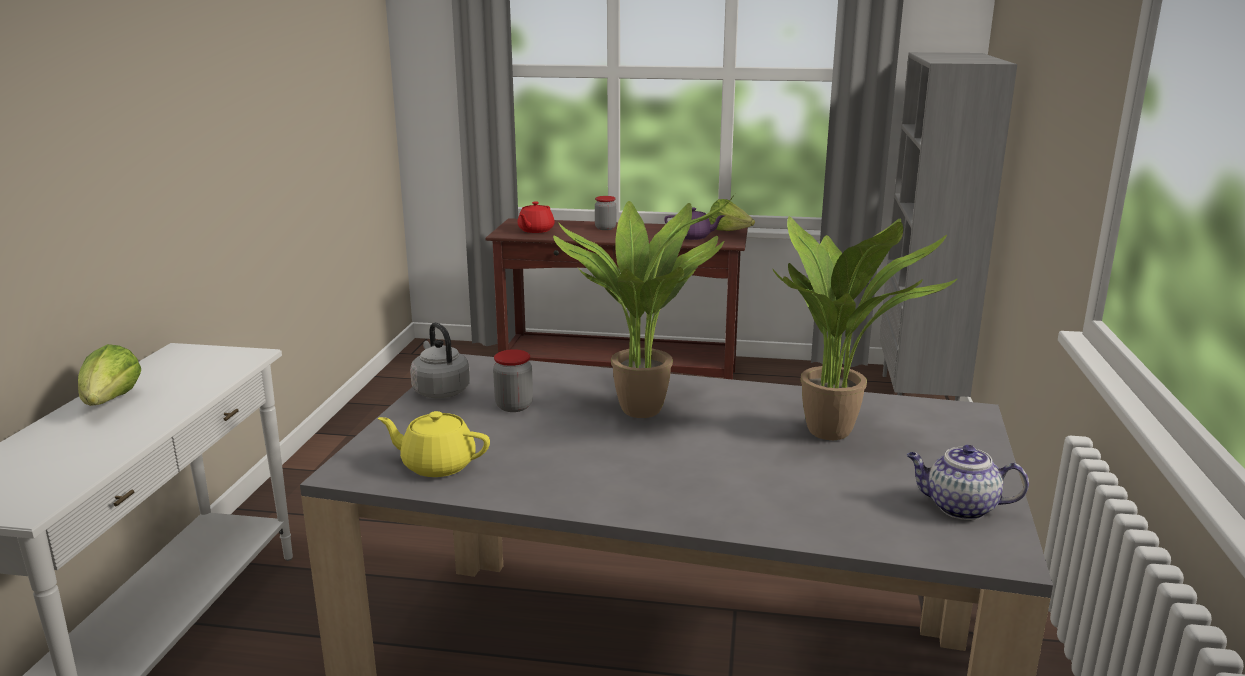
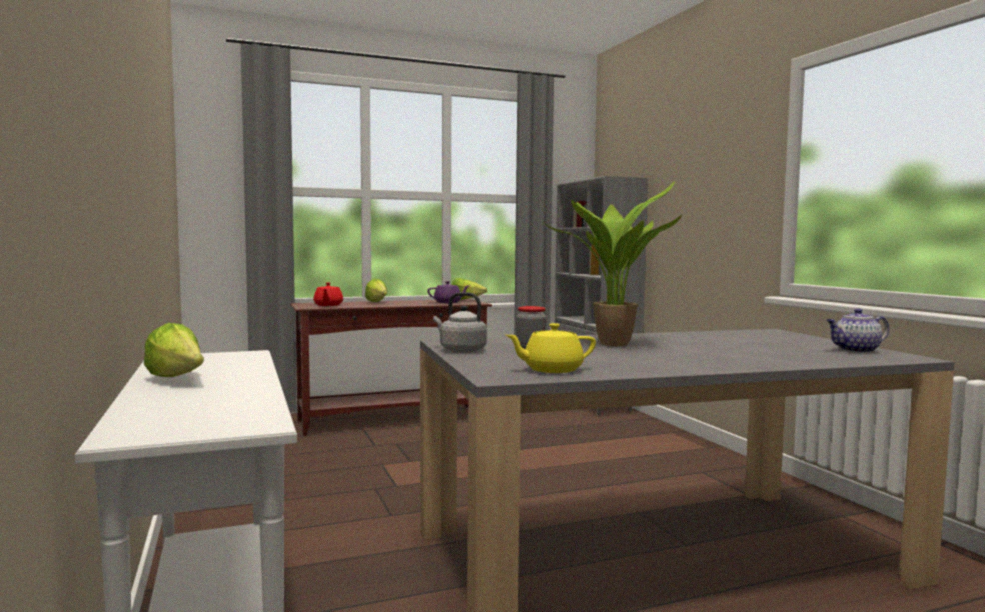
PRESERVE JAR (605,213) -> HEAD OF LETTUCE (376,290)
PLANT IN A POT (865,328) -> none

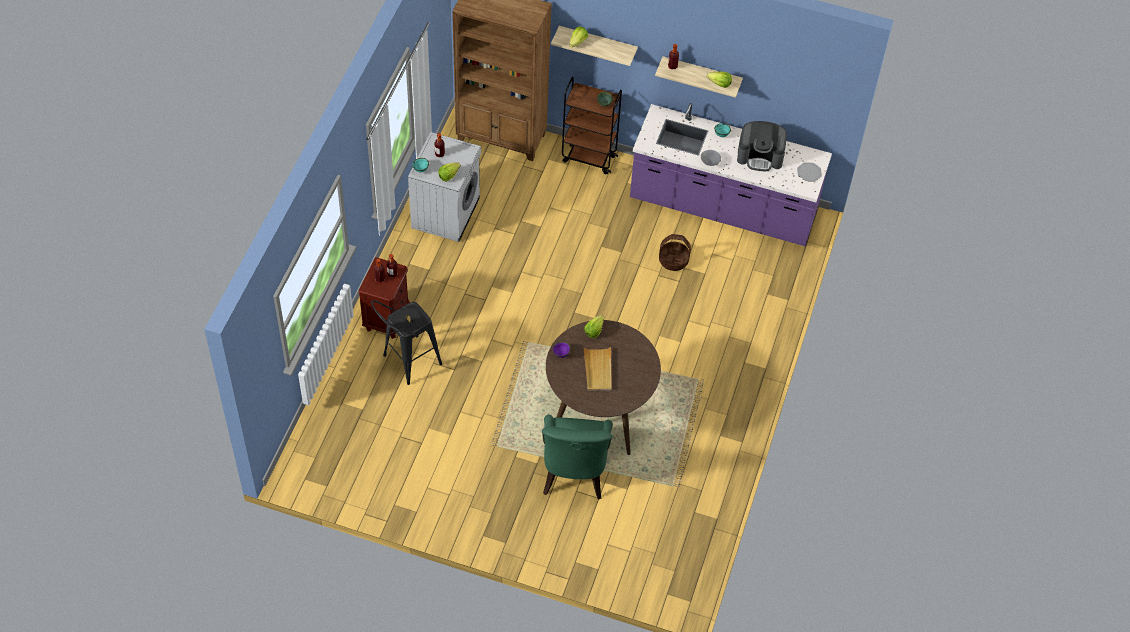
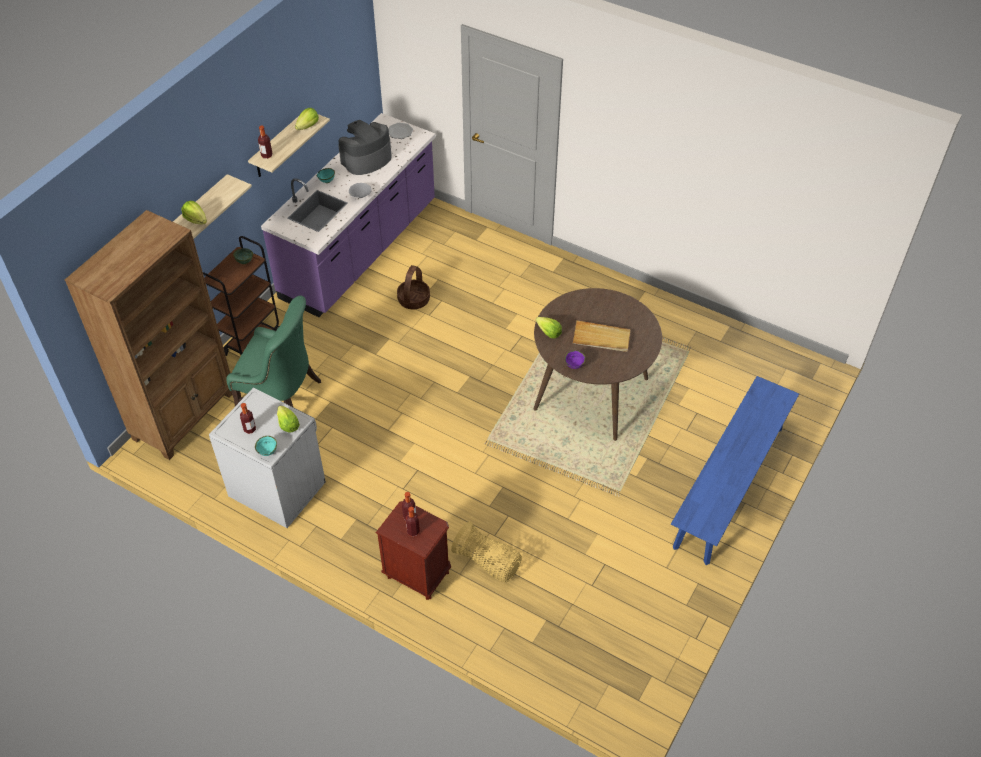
GREEN-COLOURED CHAIR (577,457) -> GREEN-COLOURED CHAIR (273,352), moved
COFFEE BREWER (762,146) -> COFFEE BREWER (365,147), 150 degrees counterclockwise
BLACK-COLOURED STOOL SEAT (406,342) -> HOUSEHOLD BASKET (486,552)
none -> BLUE-COLOURED INDOOR BENCH (735,470)

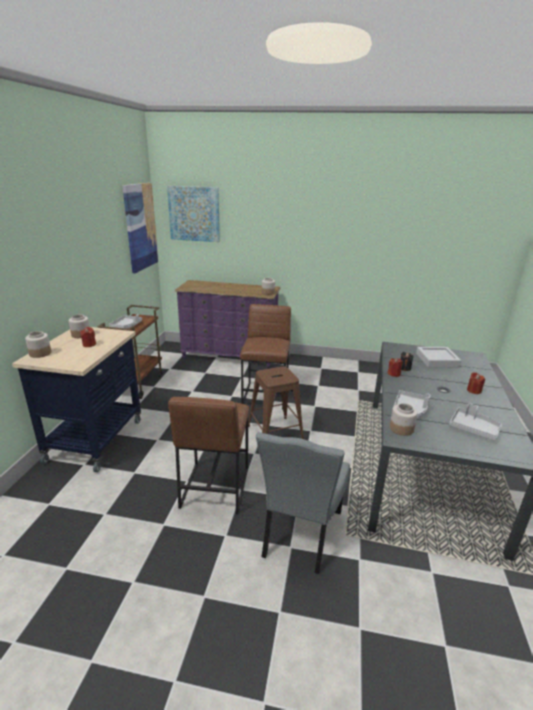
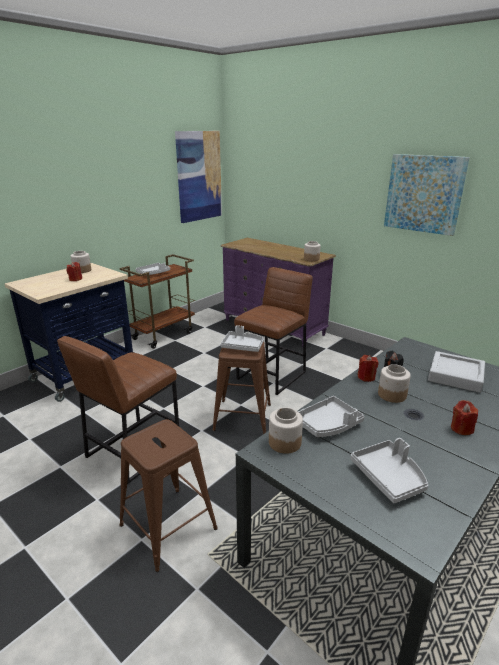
GREYISH CHAIR (303,503) -> BROWN-COLOURED STOOL SEAT (168,495)
none -> GREYISH CARRYING TRAY (242,338)
PRESERVE JAR (38,344) -> PRESERVE JAR (394,383), moved
WALL PICTURE (193,214) -> WALL PICTURE (427,195), moved

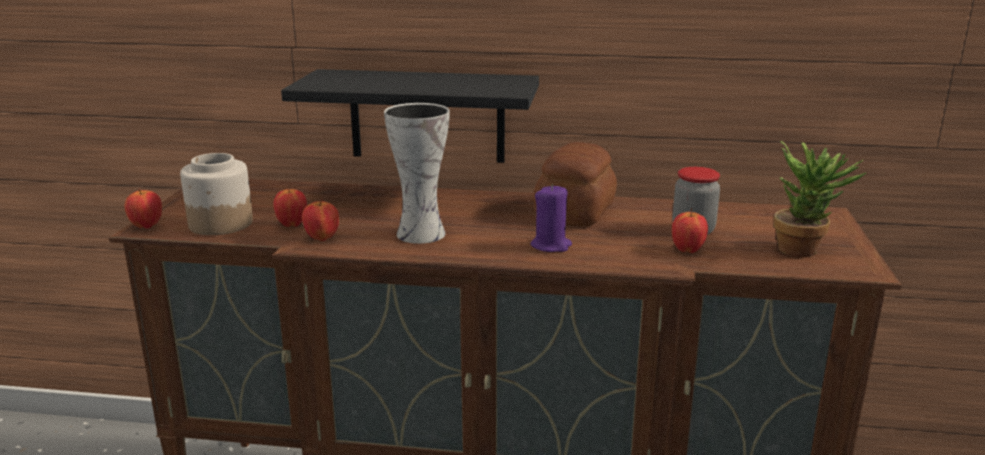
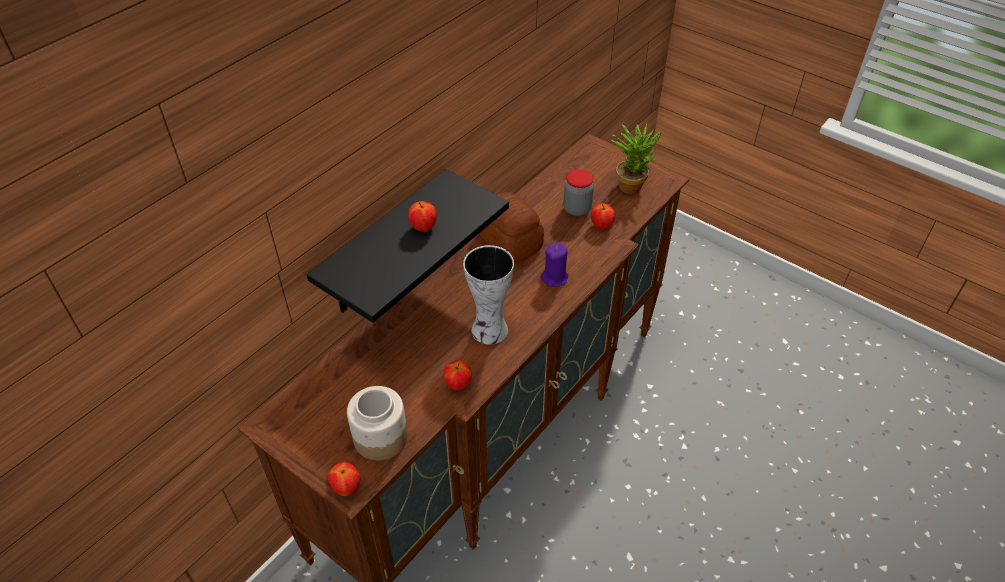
WHOLE APPLE (290,206) -> WHOLE APPLE (422,216), moved

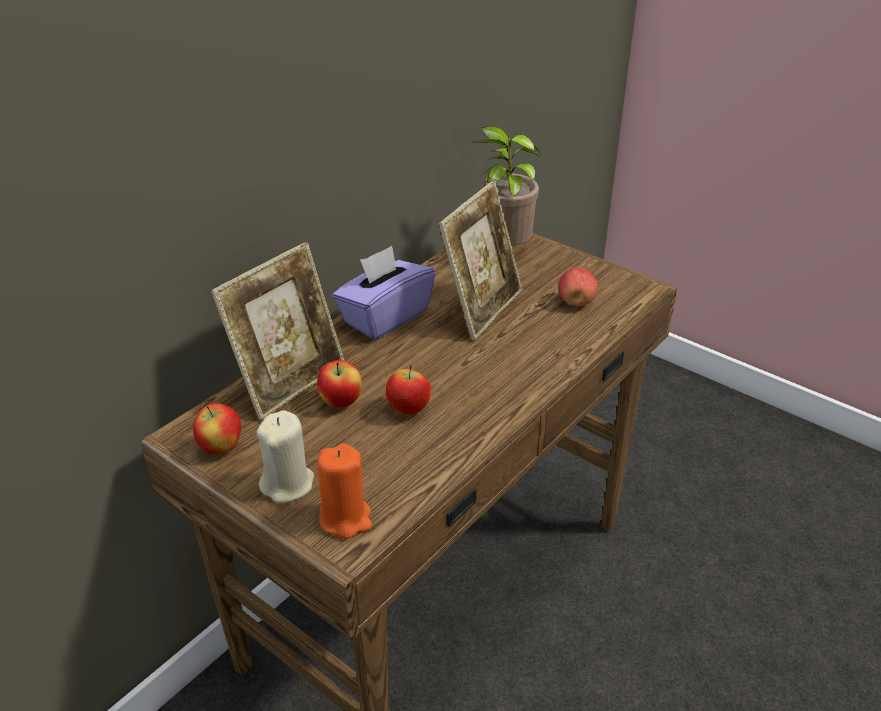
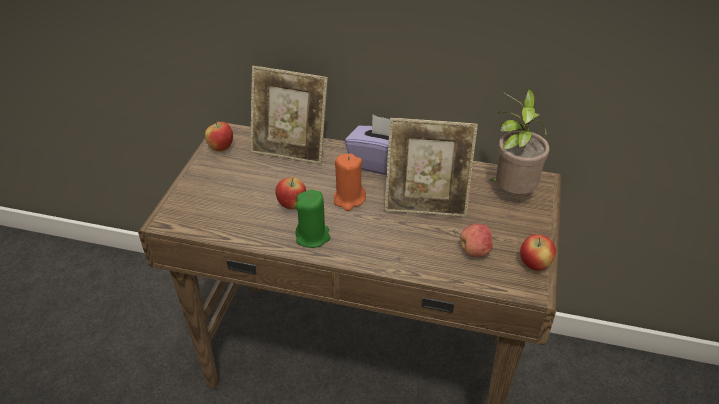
none -> GREEN-COLOURED WAX CANDLE (312,219)
ORANGEY WAX CANDLE (344,491) -> ORANGEY WAX CANDLE (350,182), moved
WHOLE APPLE (339,383) -> WHOLE APPLE (538,252), moved
BEIGE-COLOURED WAX CANDLE (285,456) -> none

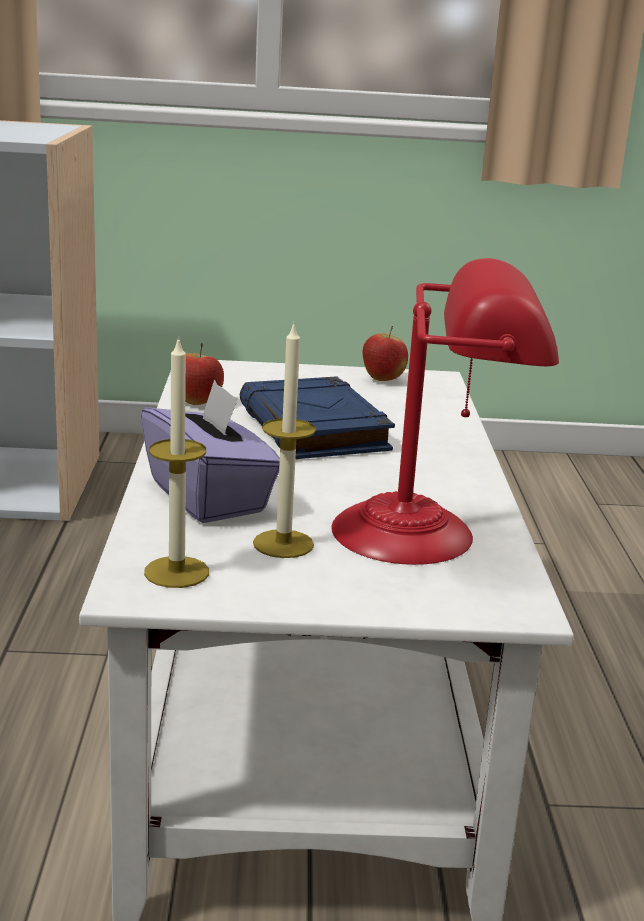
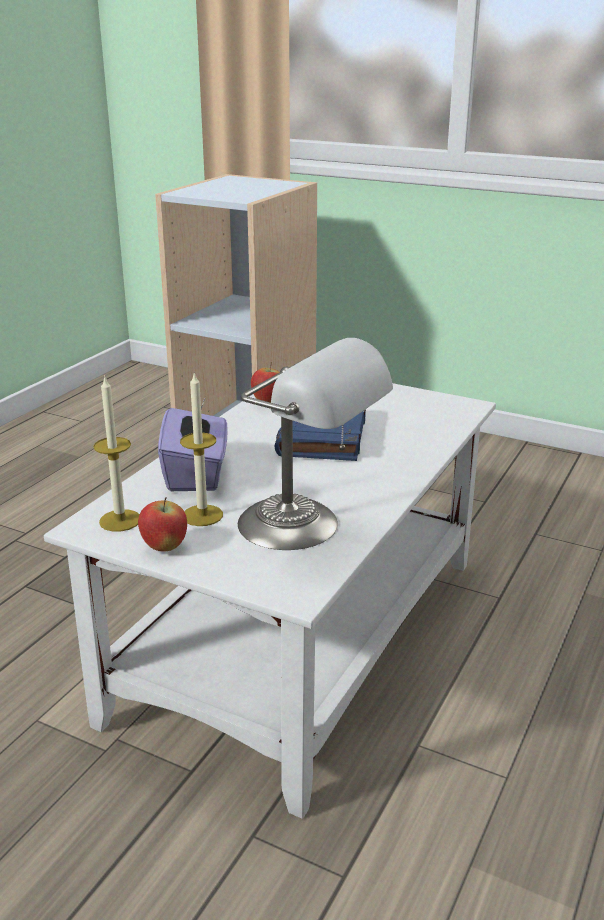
WHOLE APPLE (385,353) -> WHOLE APPLE (162,524), moved
RED-COLOURED LAMP FOR A TABLE (445,411) -> WHITISH LAMP FOR A TABLE (315,444)

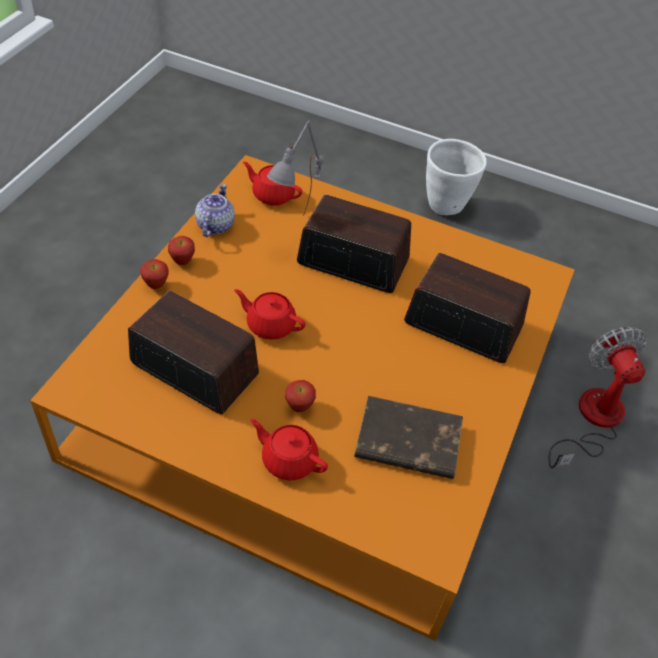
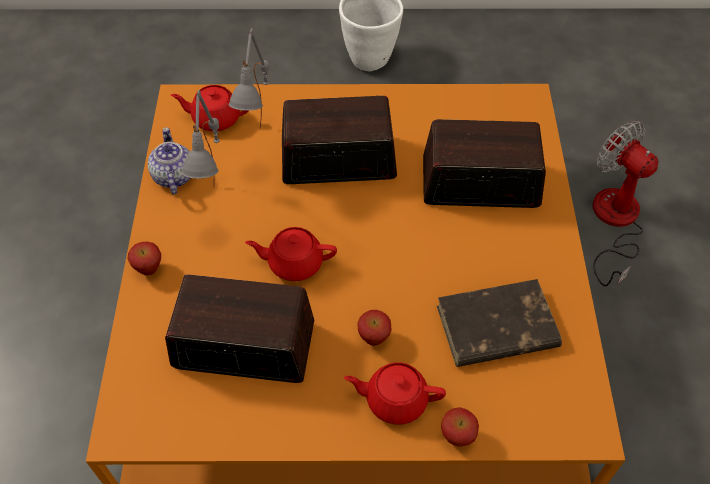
none -> GREYISH LAMP FOR A TABLE (201,134)
WHOLE APPLE (181,250) -> WHOLE APPLE (460,427), moved

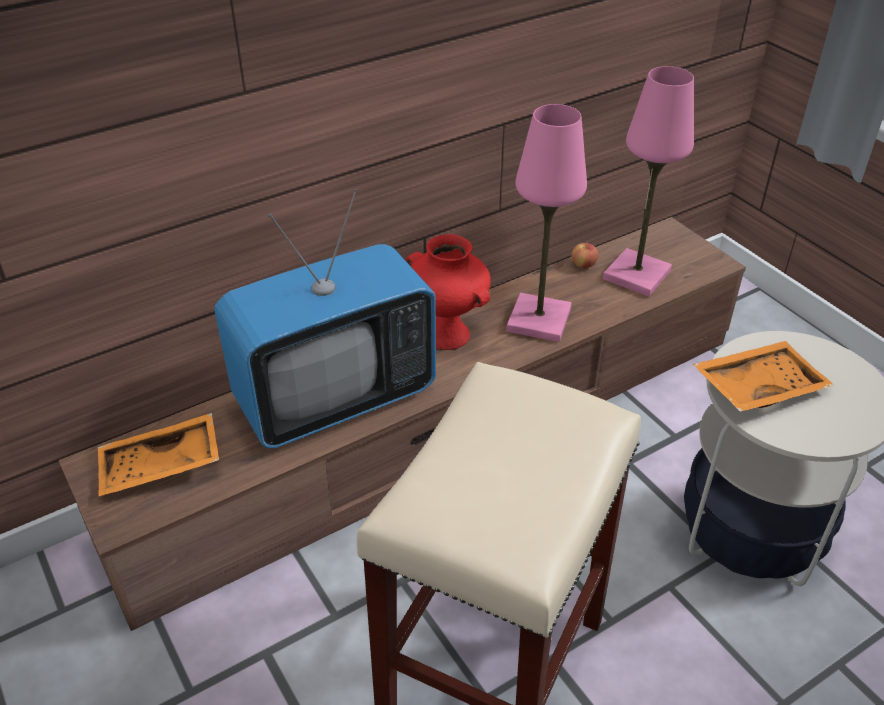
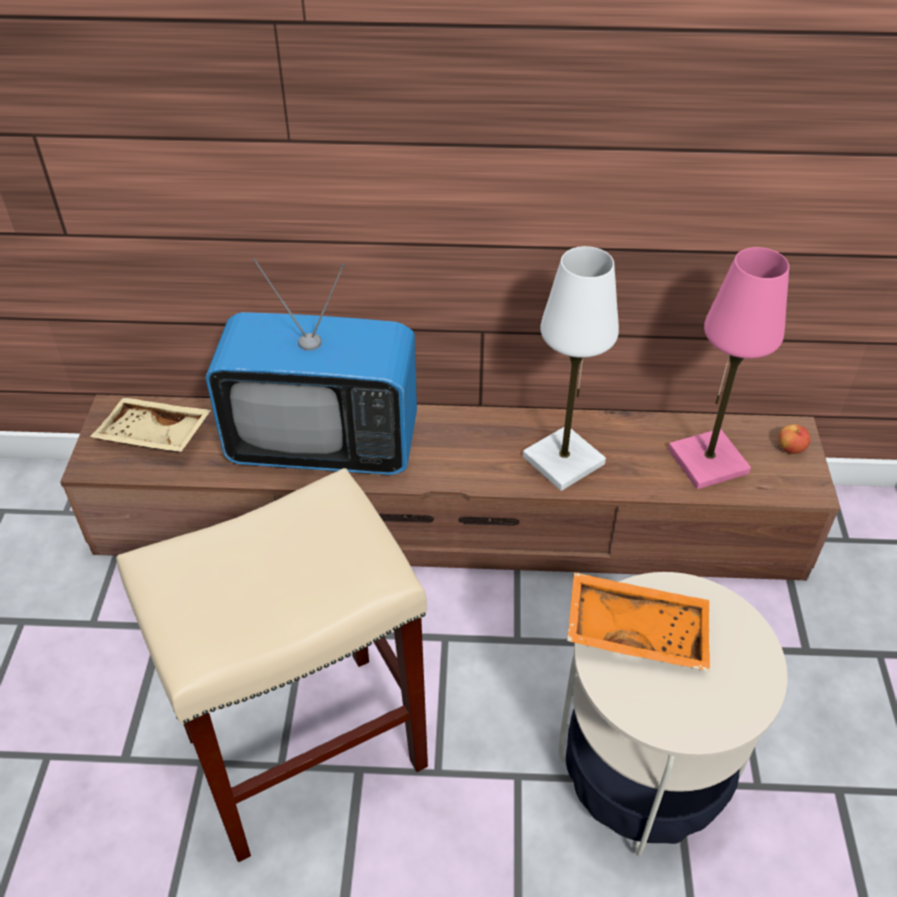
ORANGEY CARRYING TRAY (158,455) -> BEIGE-COLOURED CARRYING TRAY (150,425)
PINK LAMP FOR A TABLE (546,223) -> WHITISH LAMP FOR A TABLE (571,368)
WHOLE APPLE (585,255) -> WHOLE APPLE (794,439), moved
RED-COLOURED FLOWER VASE (448,292) -> none

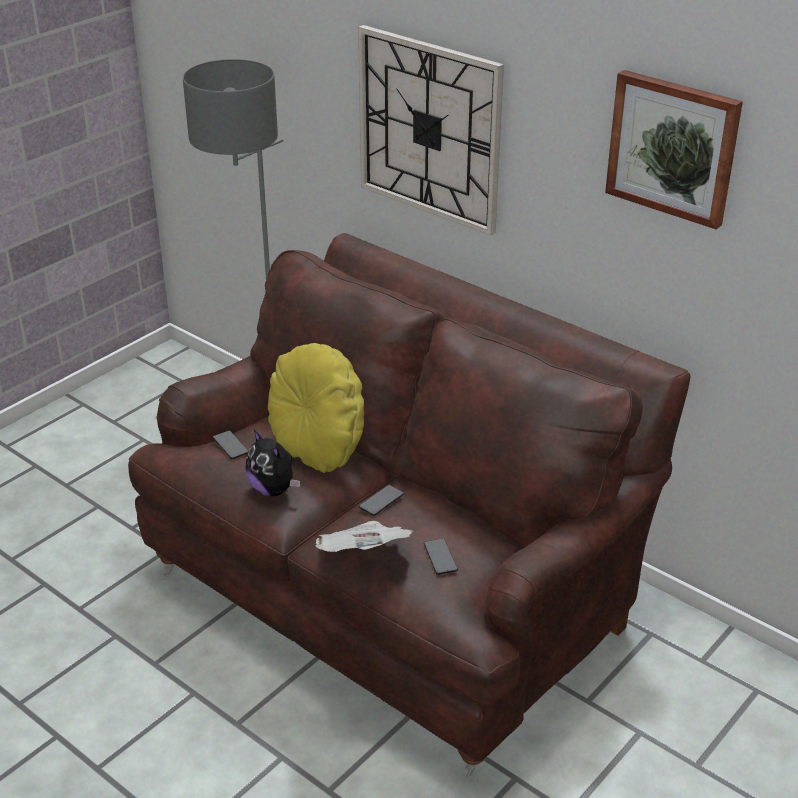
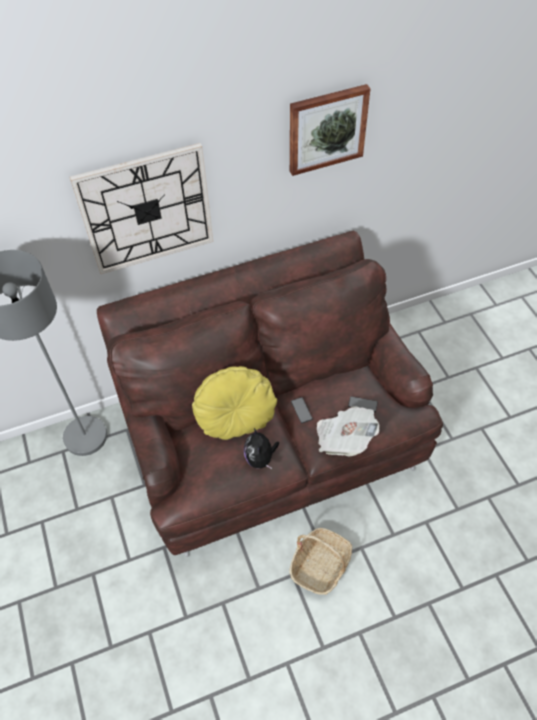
CUDDLY TOY (273,463) -> CUDDLY TOY (261,448), 90 degrees clockwise
none -> HOUSEHOLD BASKET (320,561)
HANDSET (231,444) -> none

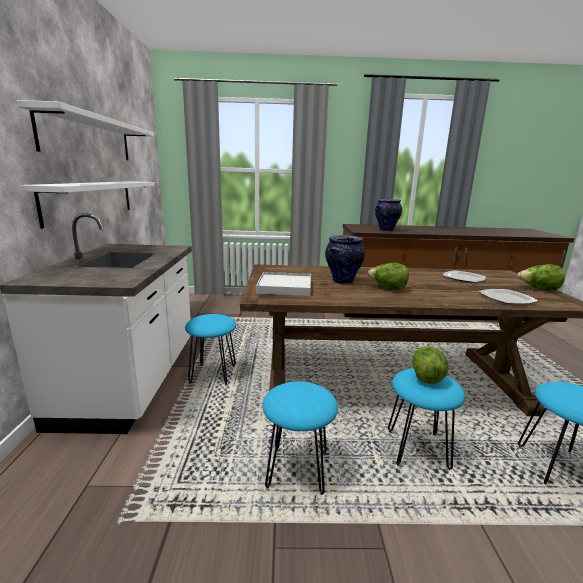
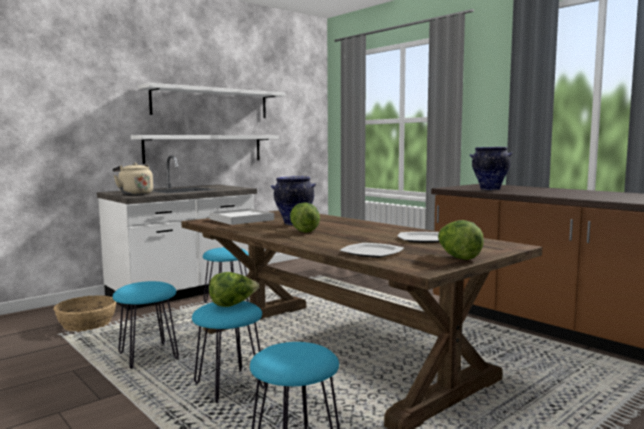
none -> HOUSEHOLD BASKET (85,313)
none -> BEIGE-COLOURED TEA KETTLE (133,179)

